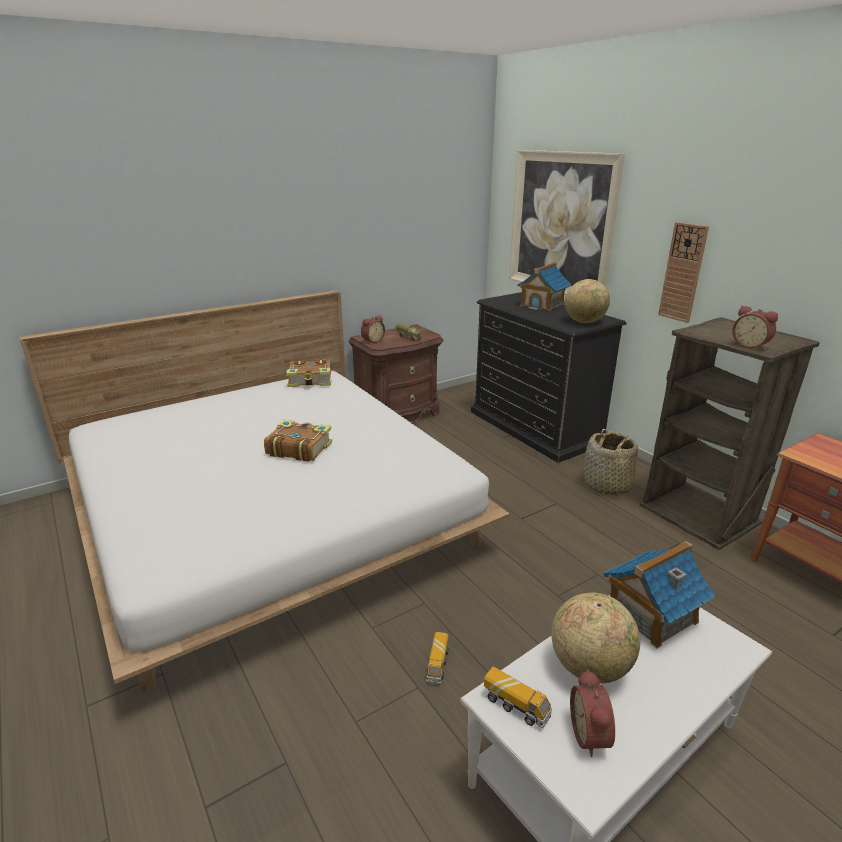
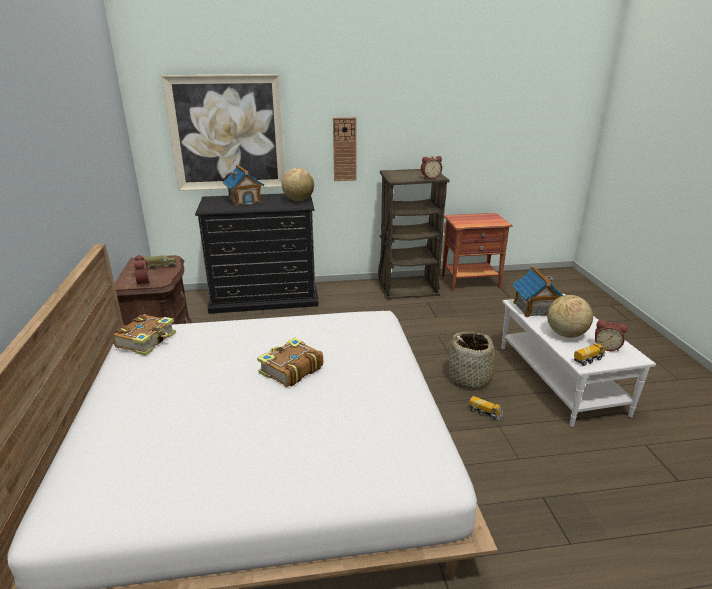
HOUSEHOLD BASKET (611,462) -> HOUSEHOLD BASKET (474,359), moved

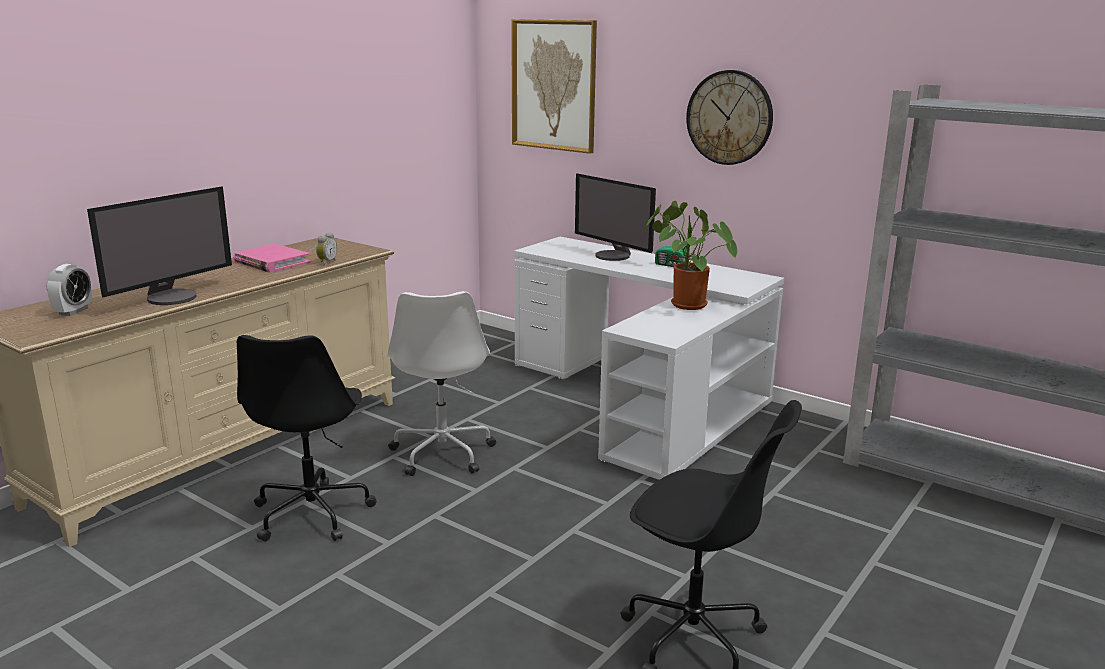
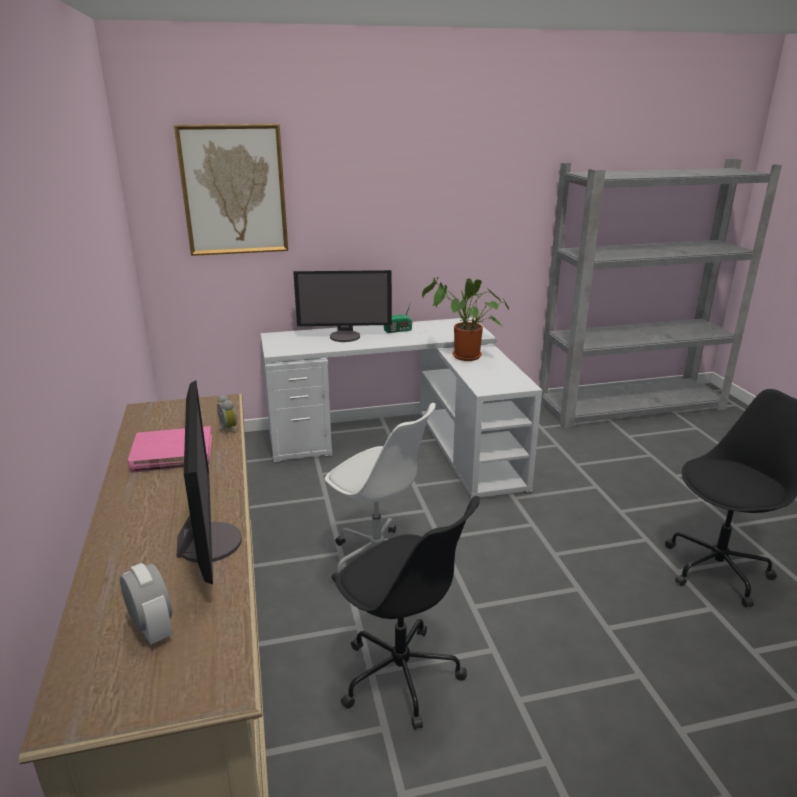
CLOCK ON THE WALL (729,117) -> none

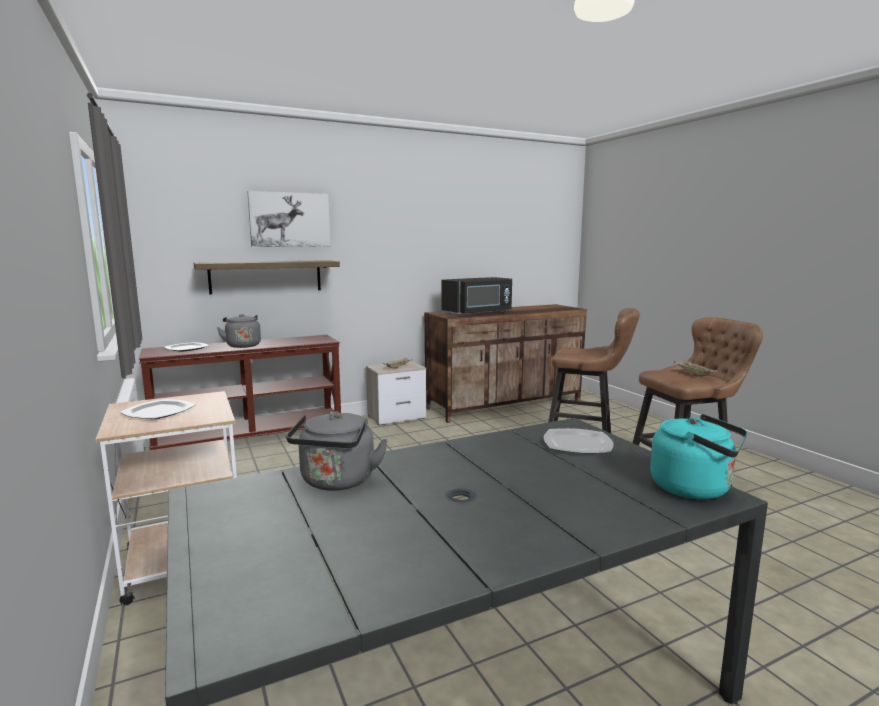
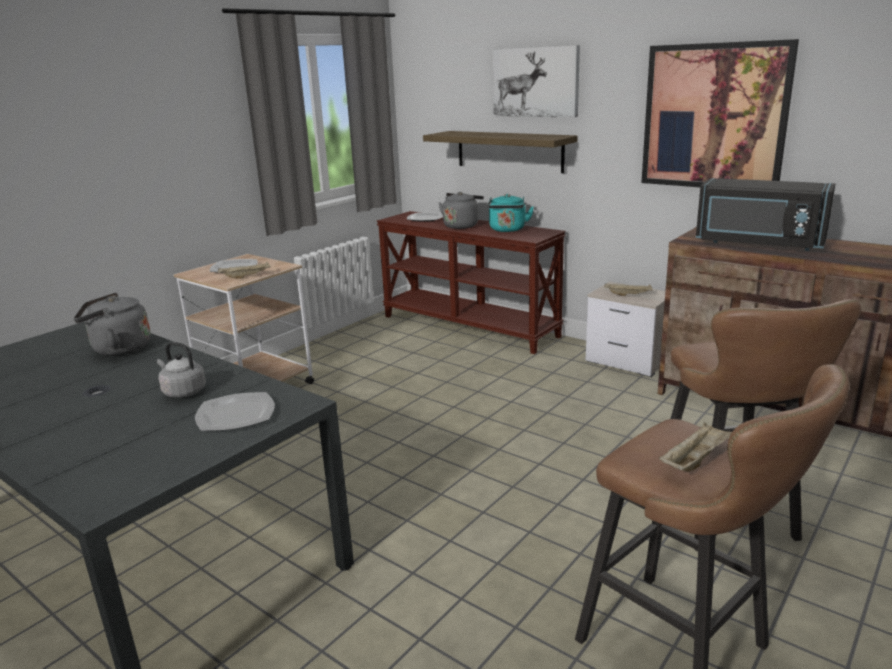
none -> GREYISH TEA KETTLE (181,370)
none -> BEIGE-COLOURED CARRYING TRAY (244,270)
BLUE-GREEN TEA KETTLE (698,456) -> BLUE-GREEN TEA KETTLE (511,213), moved
none -> WALL PICTURE (720,113)

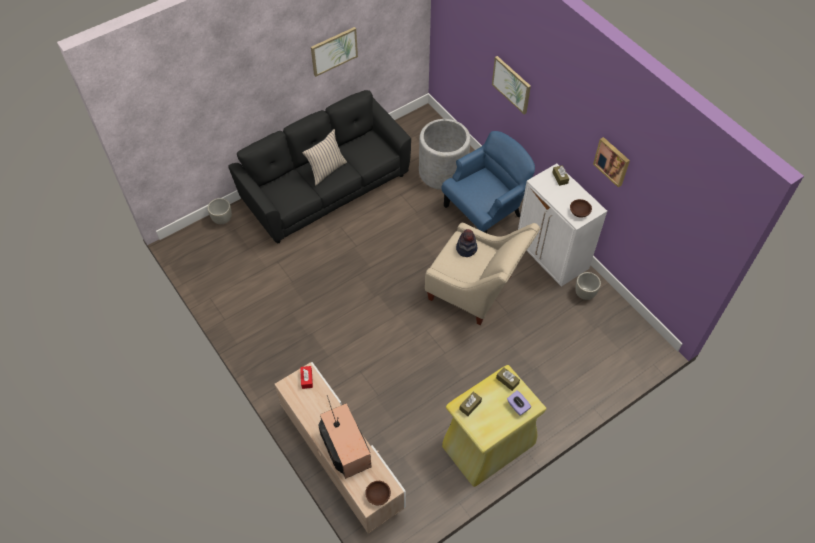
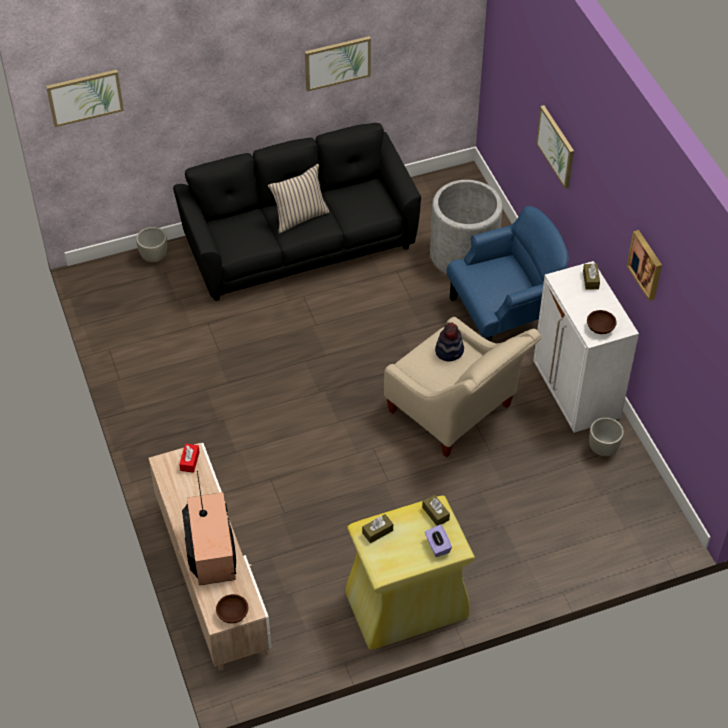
none -> WALL PICTURE (85,98)

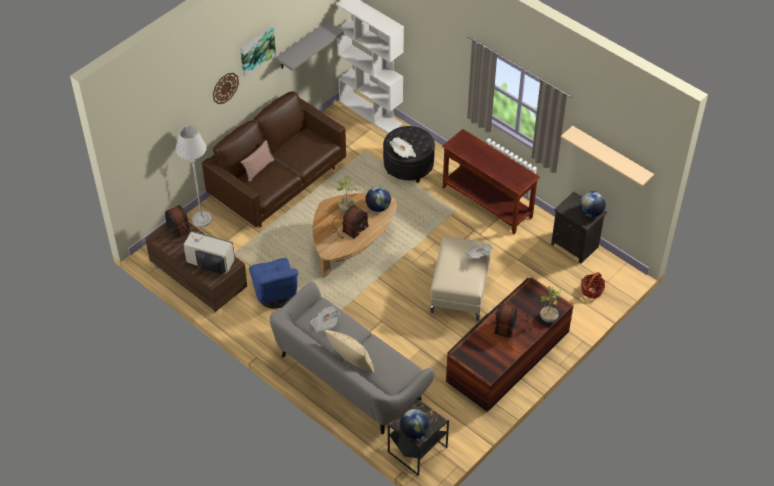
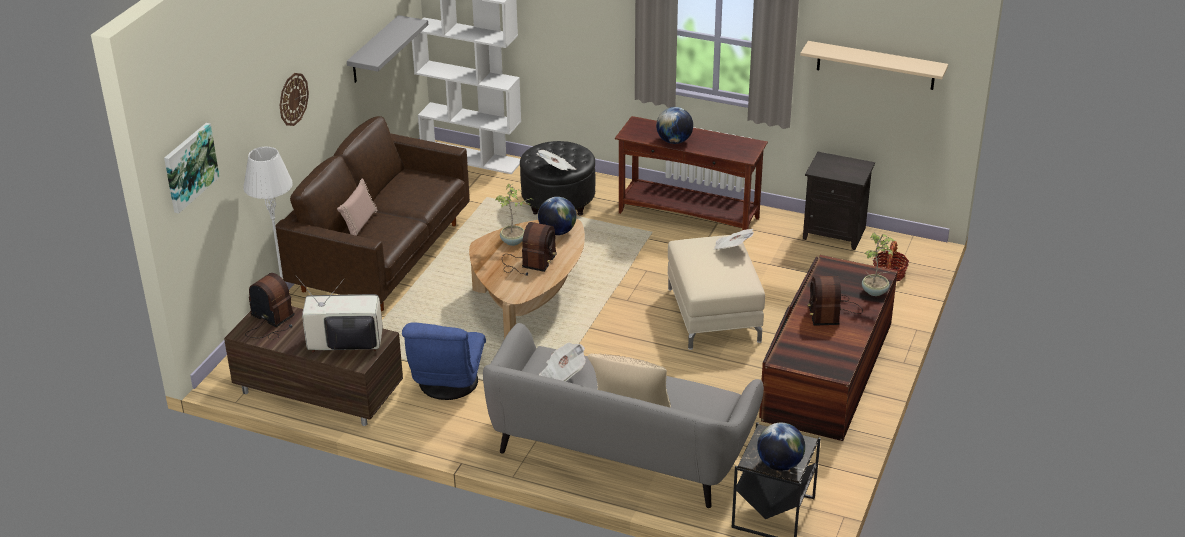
WALL PICTURE (258,51) -> WALL PICTURE (191,168), moved
BLUE-COLOURED ARMCHAIR (274,283) -> BLUE-COLOURED ARMCHAIR (444,361), 45 degrees clockwise
GLOBE (592,204) -> GLOBE (674,125), moved

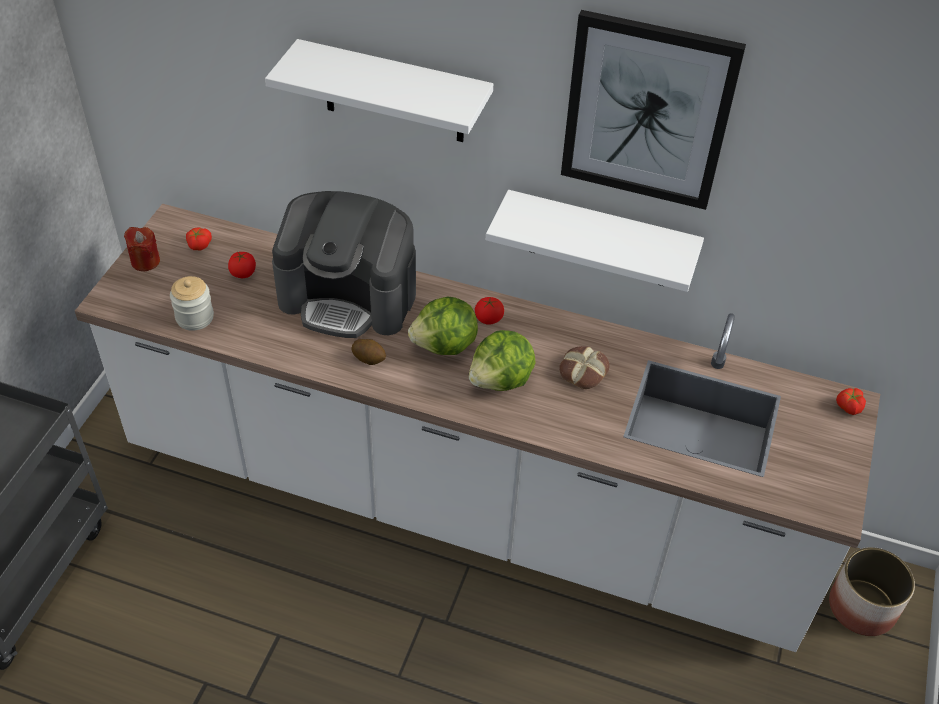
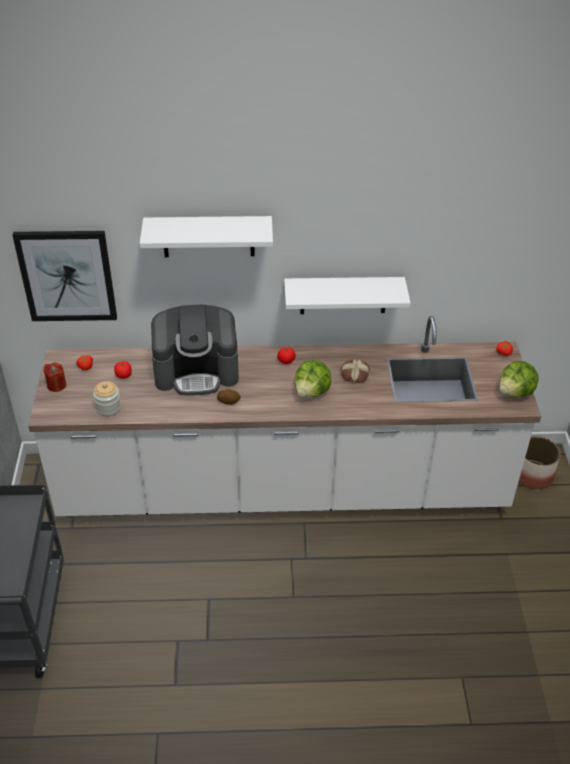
WALL PICTURE (653,110) -> WALL PICTURE (64,276), moved
HEAD OF LETTUCE (443,326) -> HEAD OF LETTUCE (519,379), moved

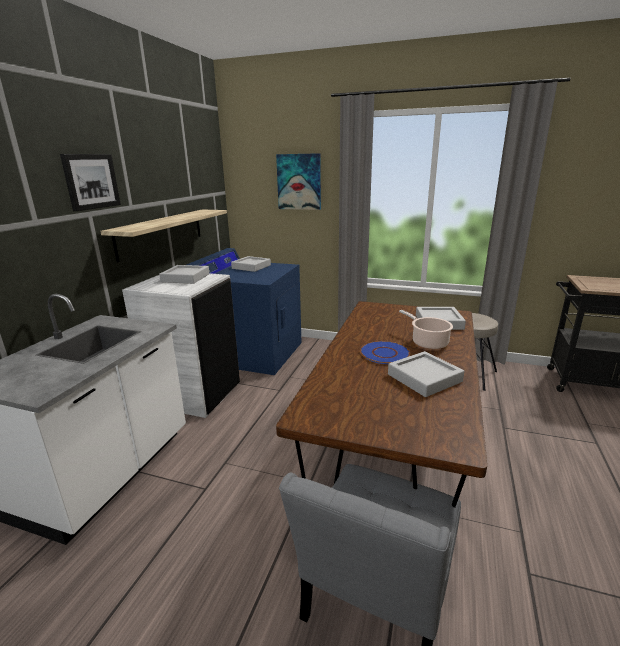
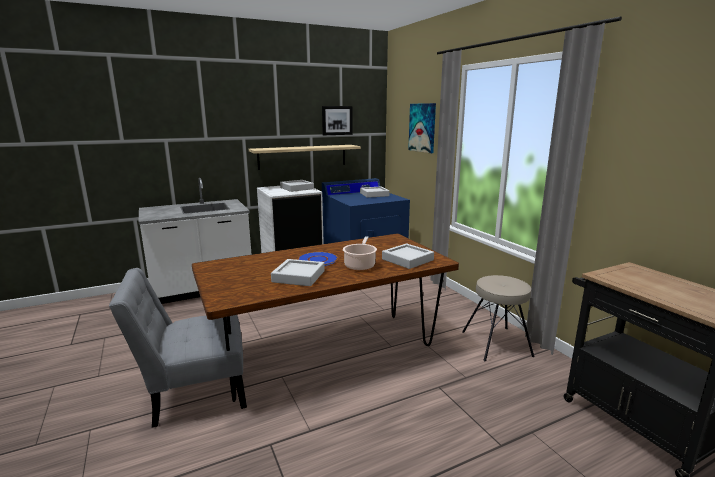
WALL PICTURE (90,182) -> WALL PICTURE (337,120), moved

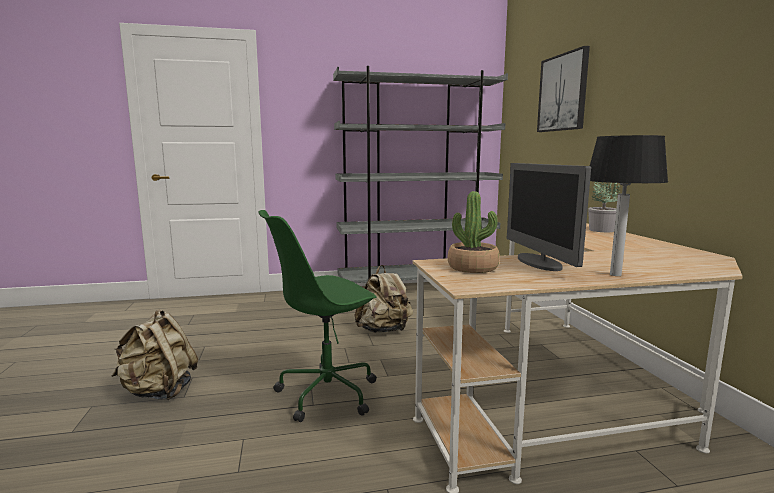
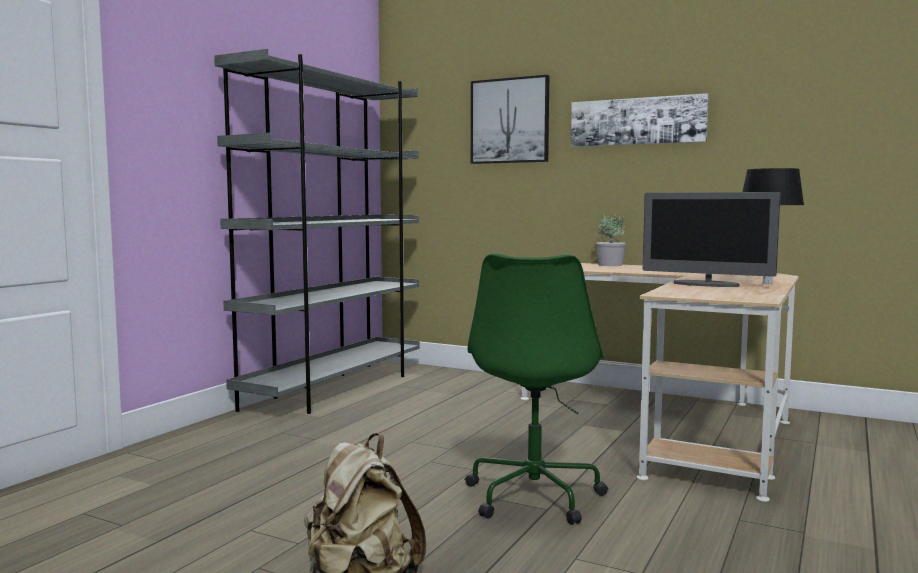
none -> WALL PICTURE (639,120)
BEIGE-COLOURED RUCKSACK (384,299) -> none
PLANT IN A POT (474,232) -> none

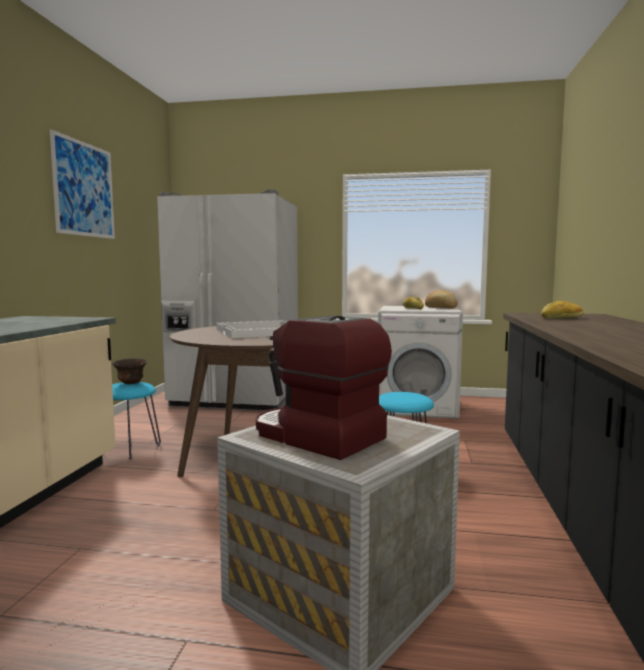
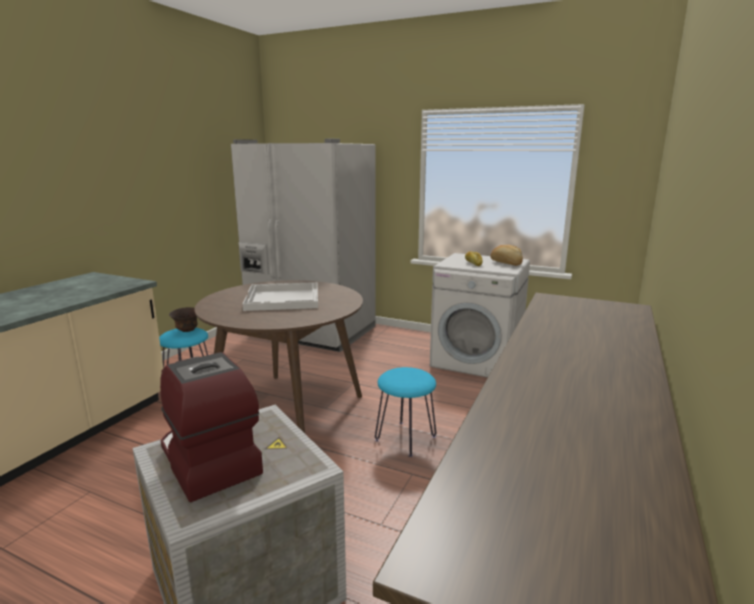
WALL PICTURE (82,184) -> none
BAKERY BREAD (562,309) -> none

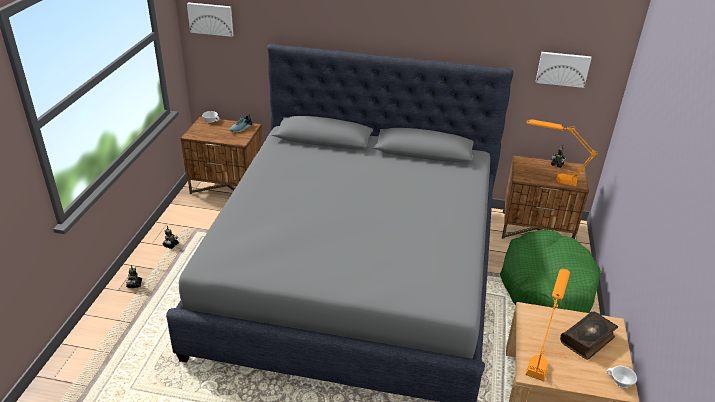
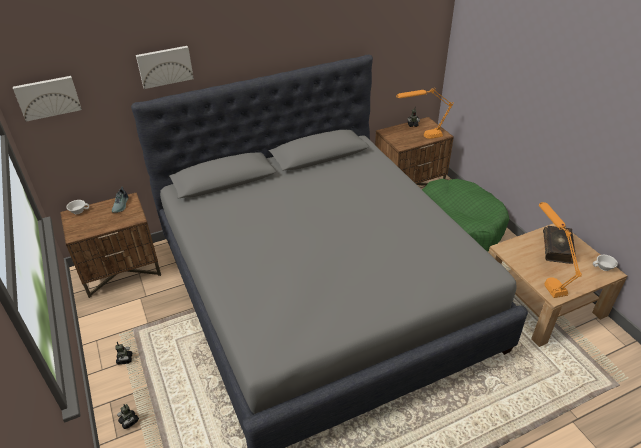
WALL PICTURE (563,70) -> WALL PICTURE (165,67), moved

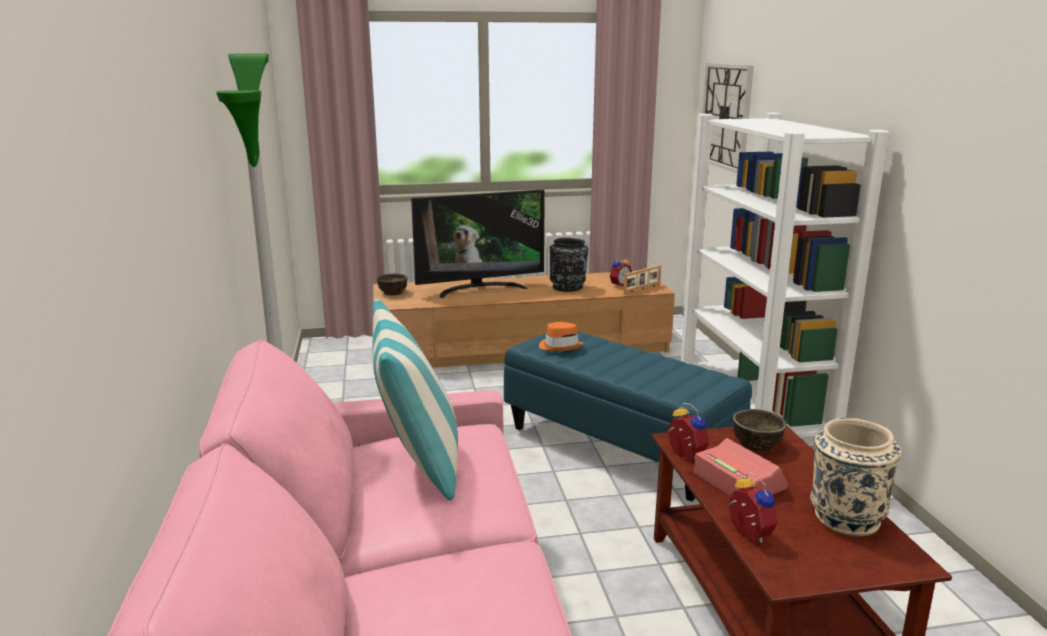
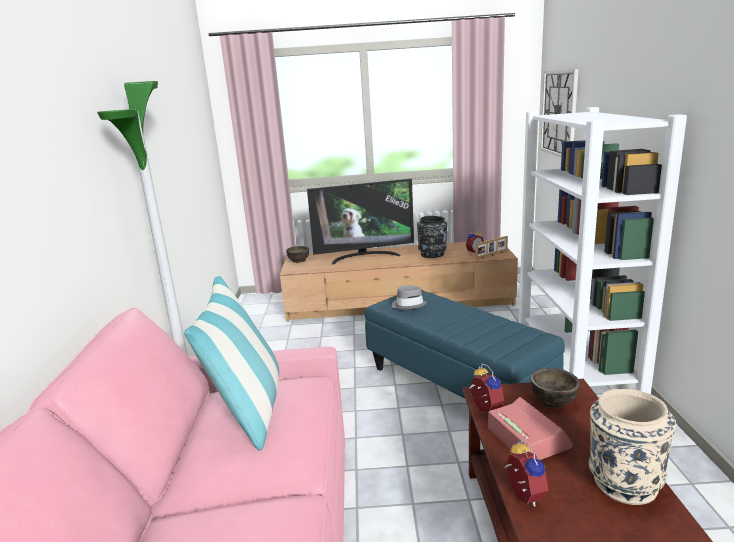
ORANGEY HAT (561,336) -> GREYISH HAT (409,297)

